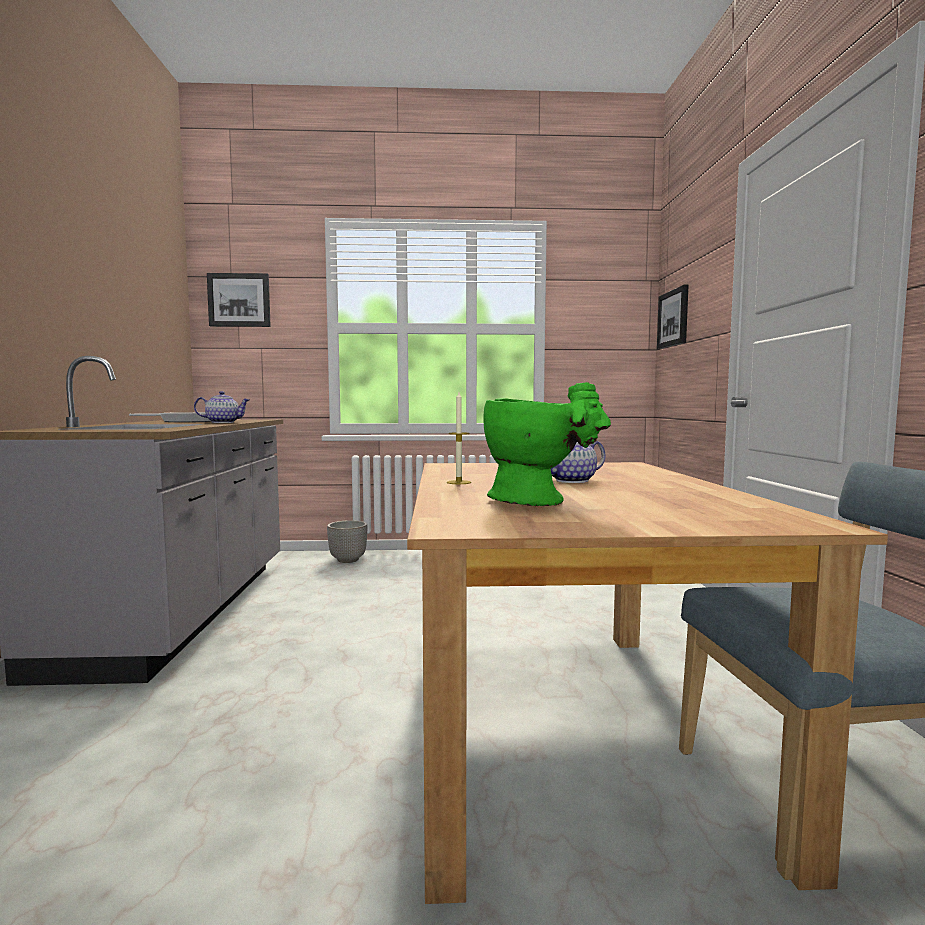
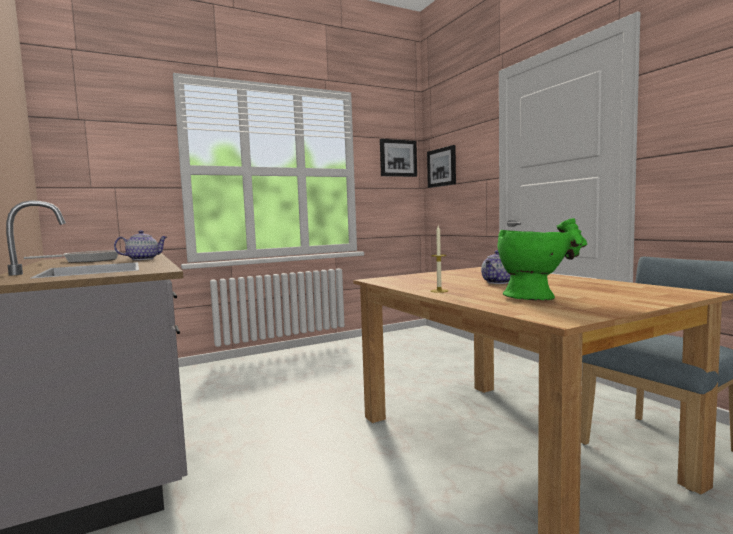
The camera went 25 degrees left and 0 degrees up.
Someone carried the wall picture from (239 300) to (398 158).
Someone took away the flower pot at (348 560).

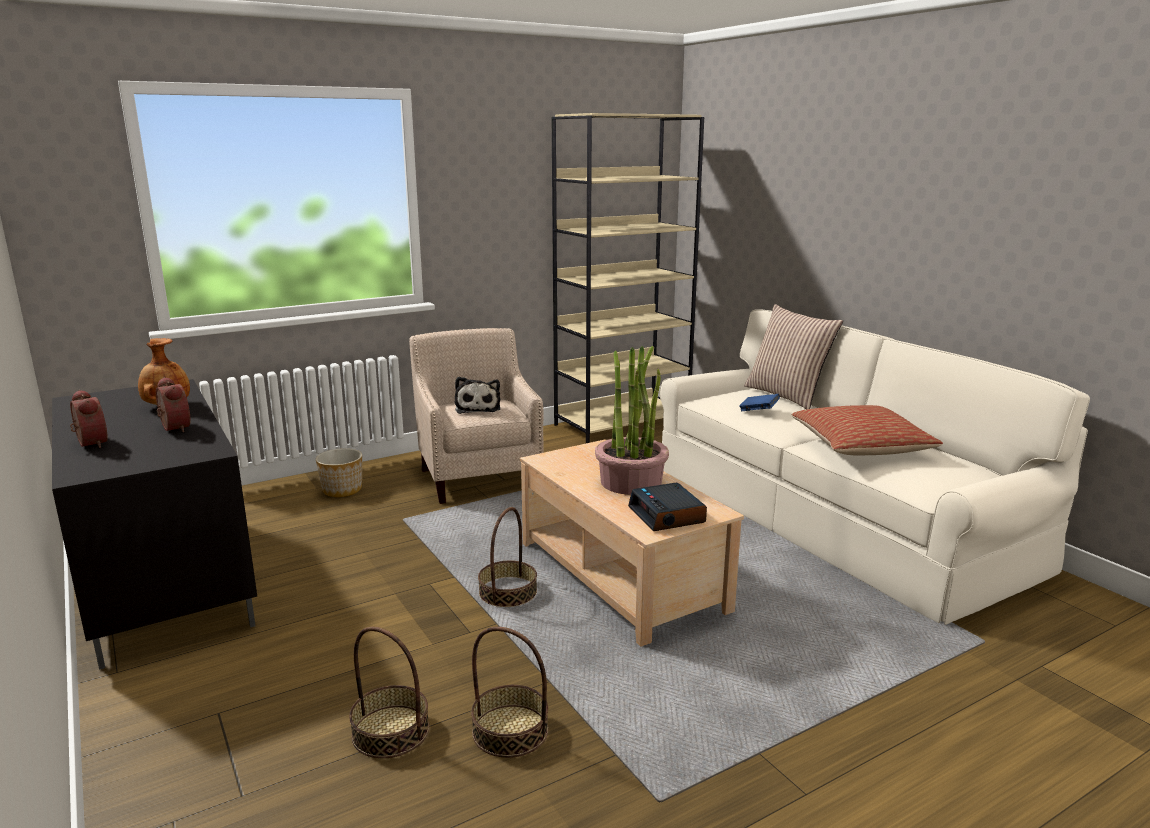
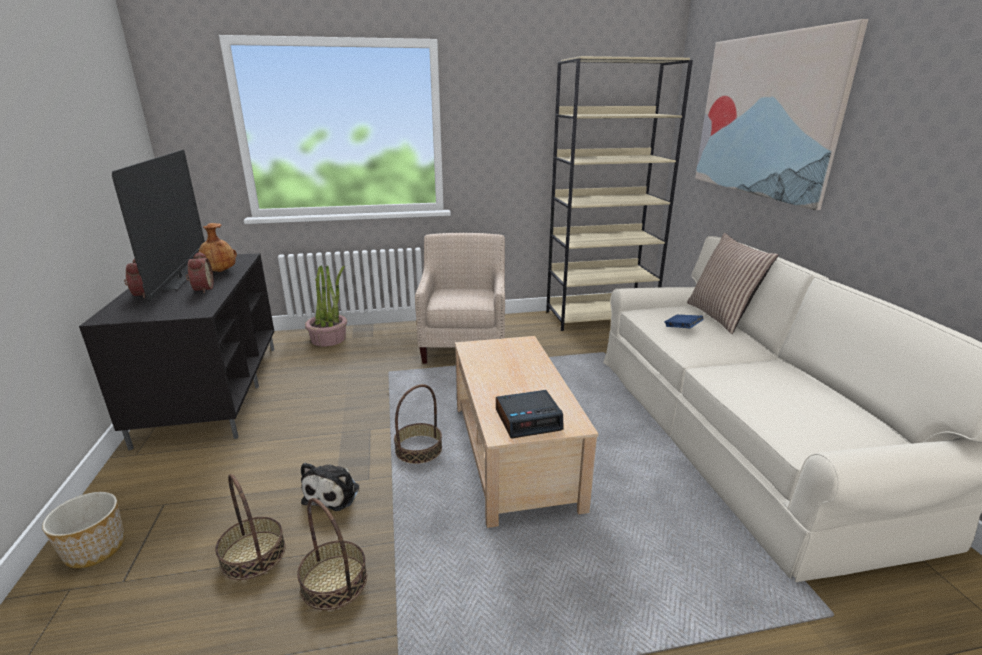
The camera went 20 degrees right and 5 degrees up.
Someone carried the potted plant from (631 481) to (329 339).
Someone carried the soft toy from (478 408) to (333 493).
Someone took away the throw pillow at (860 446).
Someone carried the flower pot from (342 490) to (96 549).
Someone rotated the table clock at (667 515) by 105 degrees counterclockwise.
Someone put up the wall picture at (765 116).
Someone put down the TV set at (181 278).

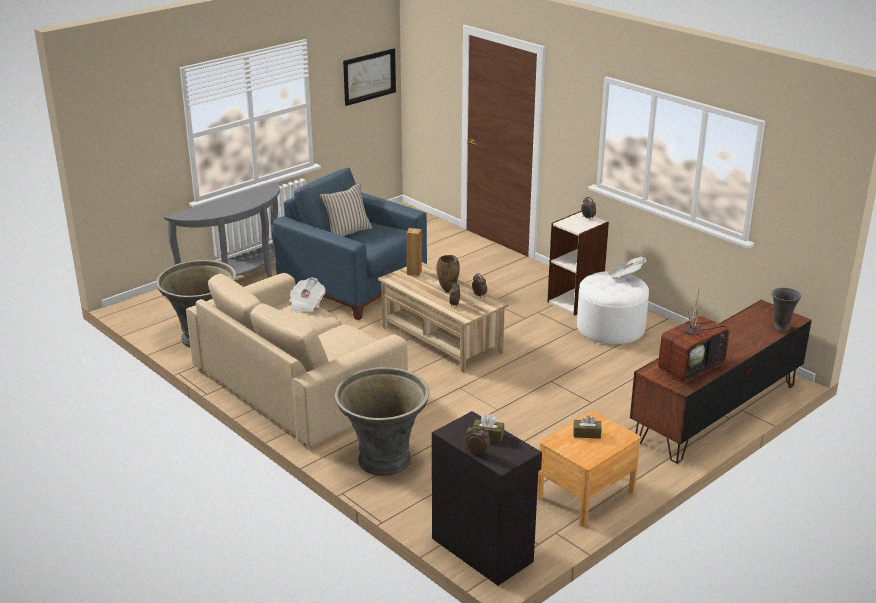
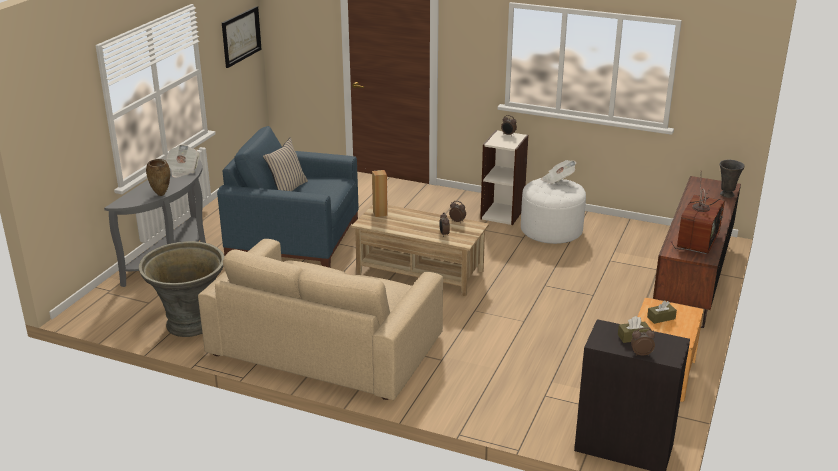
The camera went 25 degrees left and 0 degrees up.
Someone carried the brownish flower vase from (448 291) to (161 194).
Someone carried the printed paper from (306 305) to (182 170).
Someone took away the greyish flower pot at (383 461).

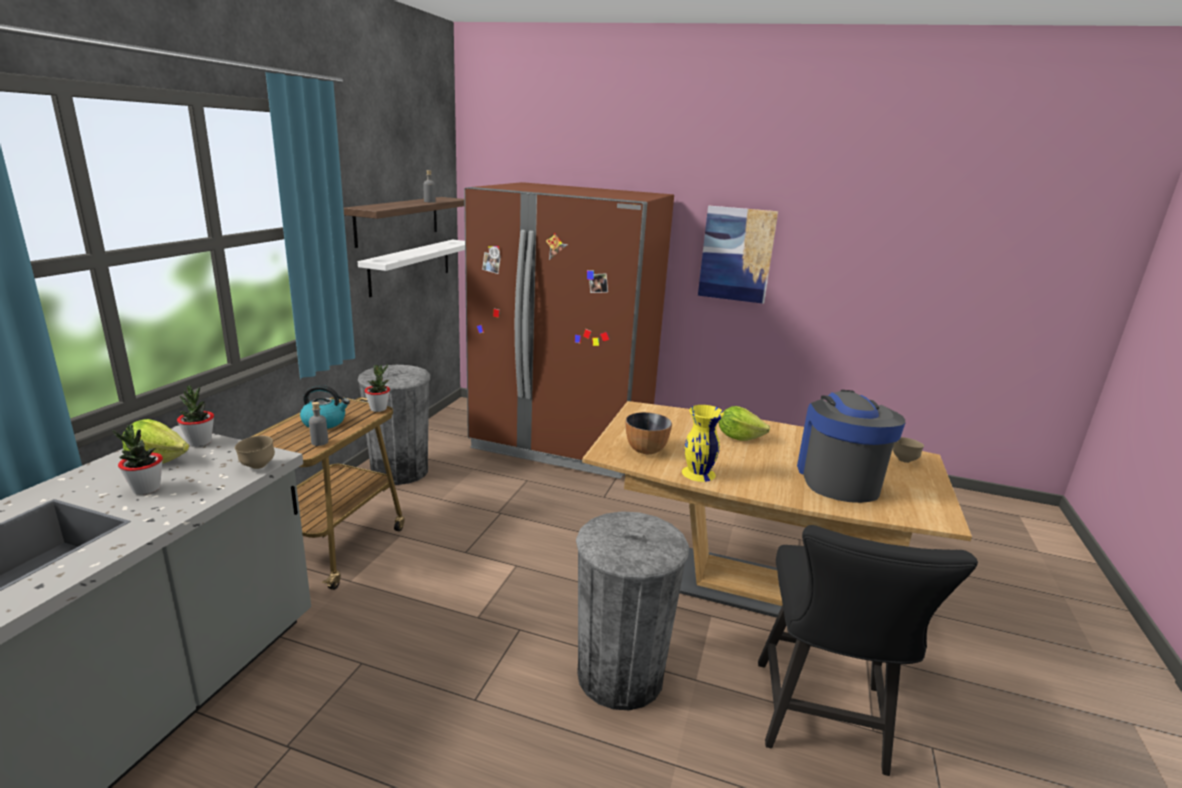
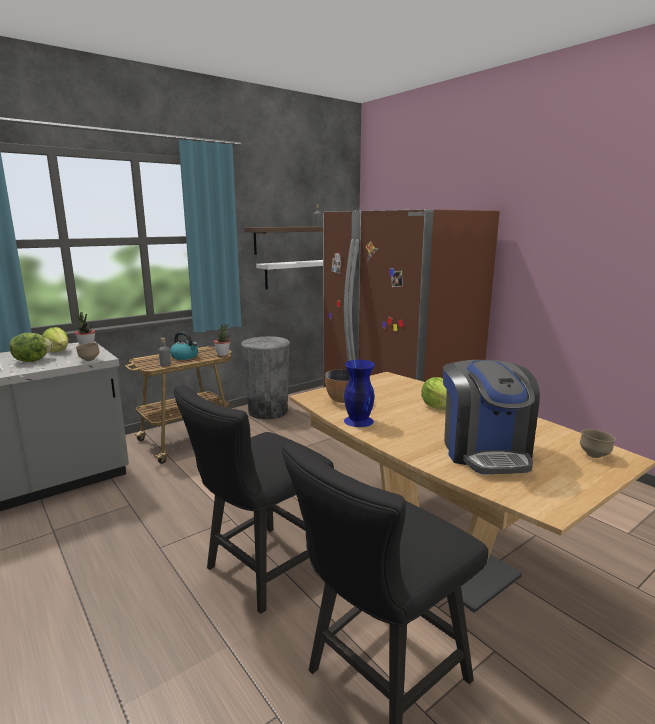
The camera went 35 degrees right and 5 degrees down.
Someone took away the wall picture at (736 254).
Someone rotated the coffee machine at (838 479) by 135 degrees clockwise.
Someone repainted the yellow-coloured flower vase at (698 473), which became the blue flower vase at (358 421).
Someone swapped the potted plant at (146 489) for the lettuce at (32 360).
Someone swapped the greyish waste bin at (620 675) for the blackish chair at (260 572).

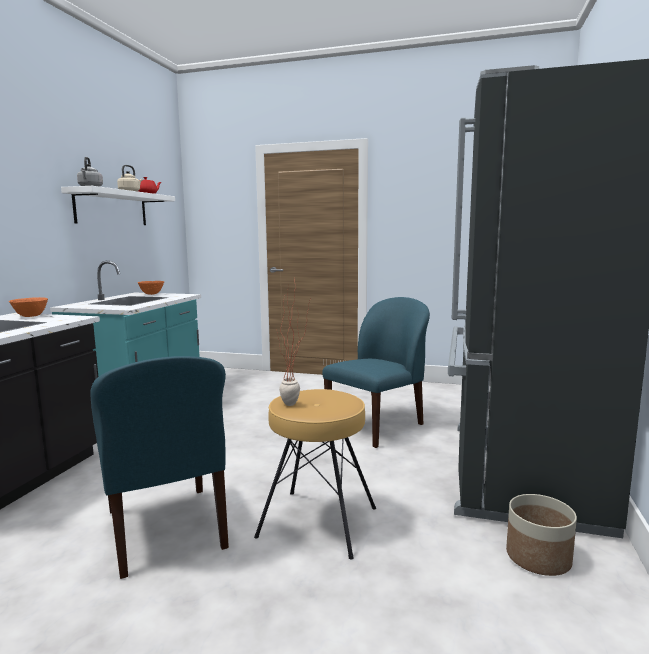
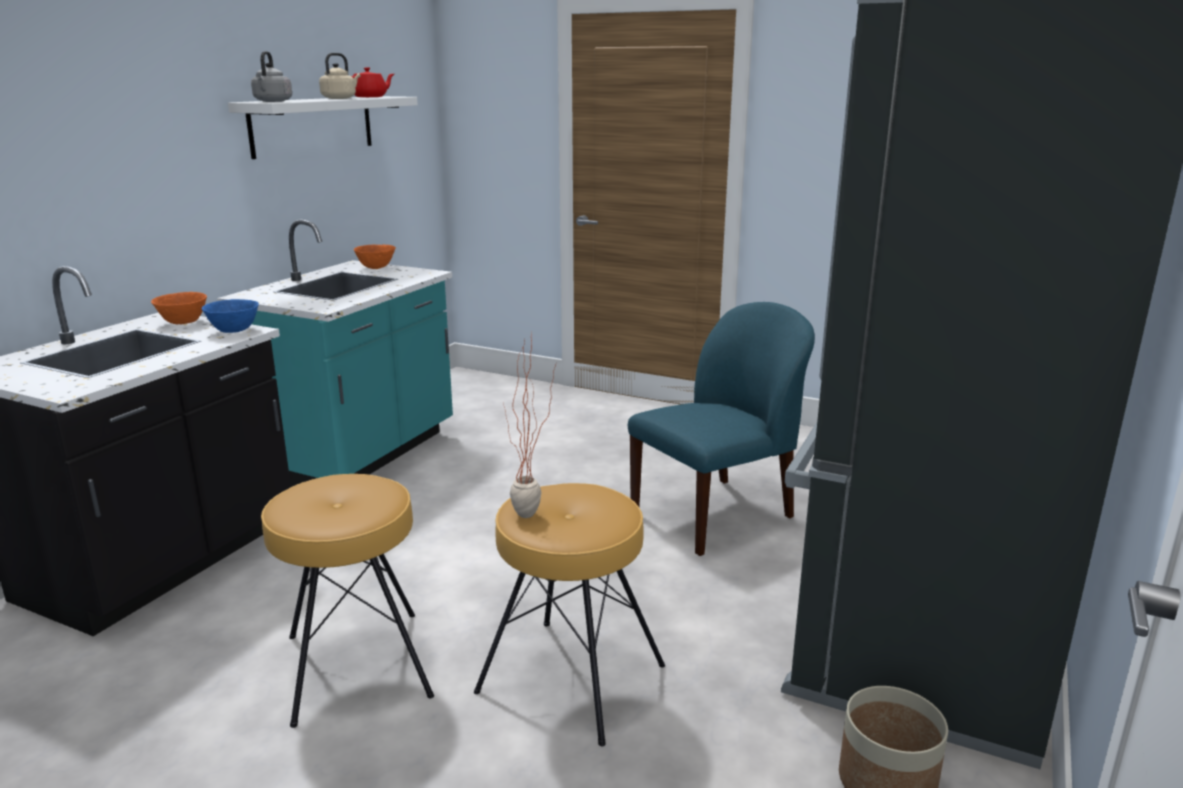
The camera went 10 degrees right and 10 degrees up.
Someone swapped the blue chair at (166 531) for the brownish stool at (356 666).
Someone put down the blue deep dish at (234 331).

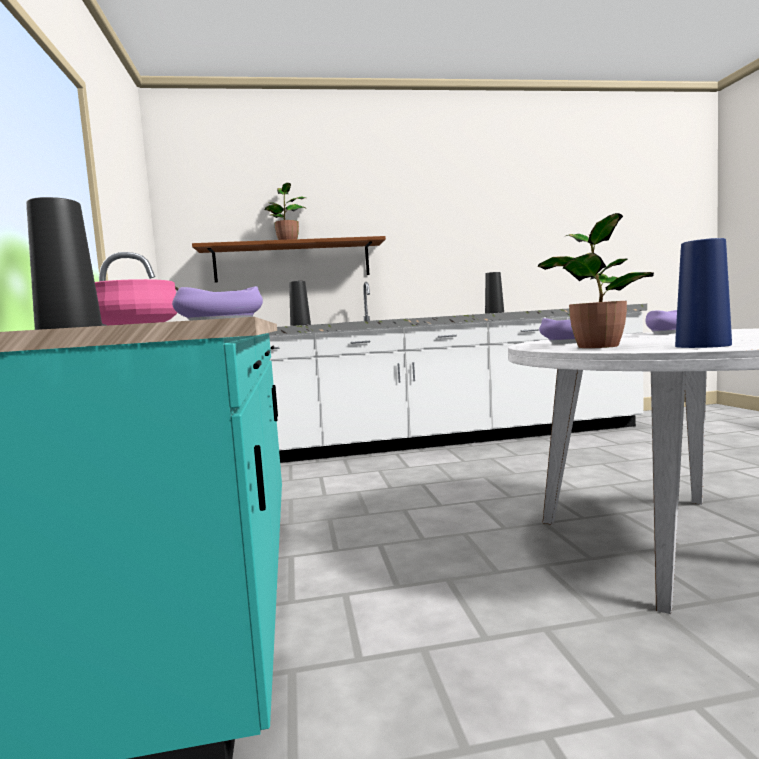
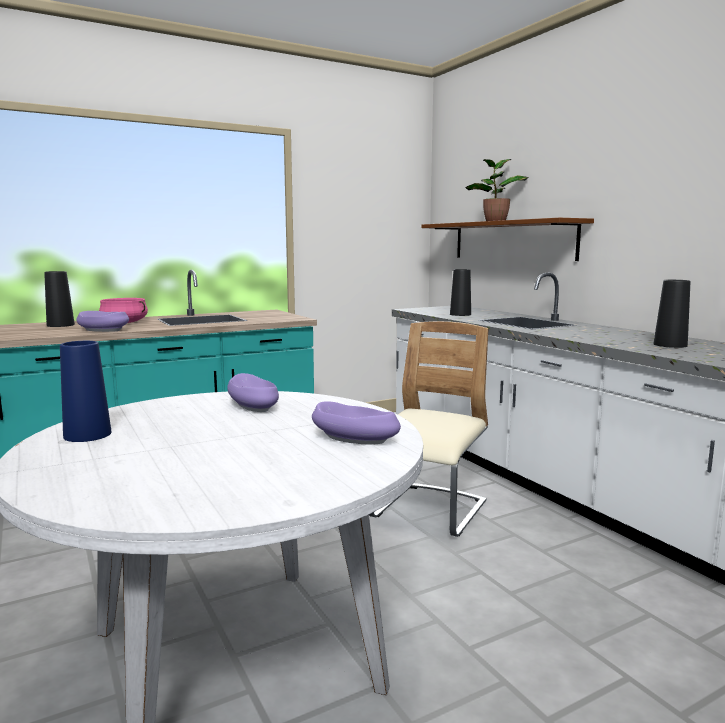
The camera went 70 degrees right and 5 degrees up.
Someone took away the potted plant at (595 346).
Someone put down the beige chair at (429 511).

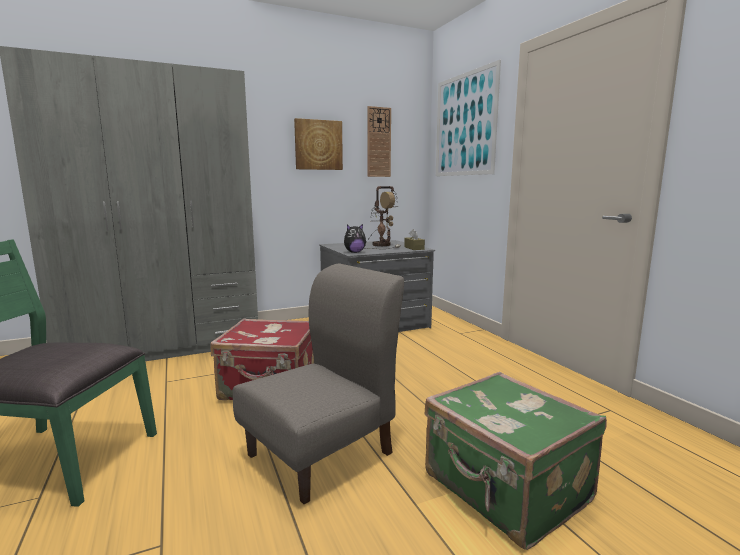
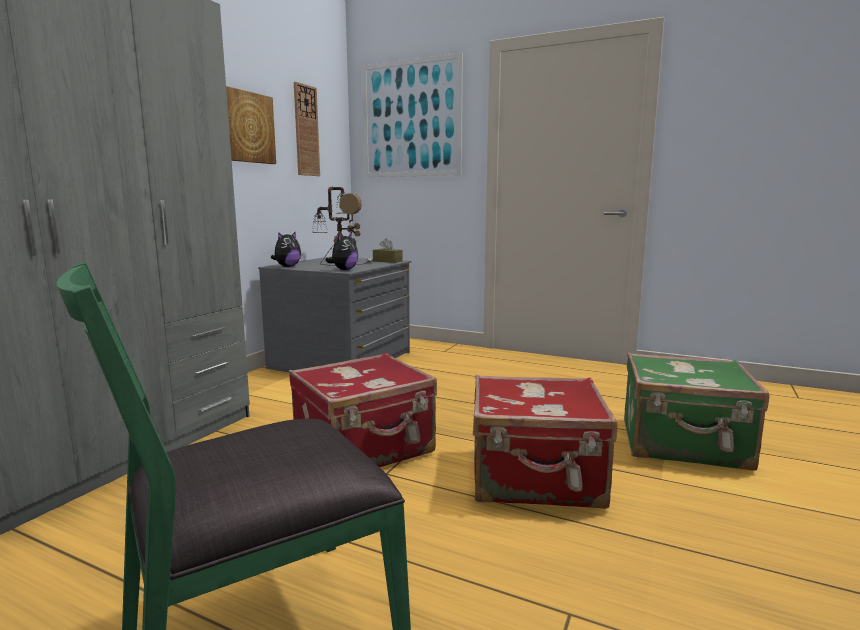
The camera went 40 degrees left and 0 degrees up.
Someone swapped the greyish chair at (322 454) for the reddish piece of luggage at (536 480).
Someone put down the soft toy at (287 266).

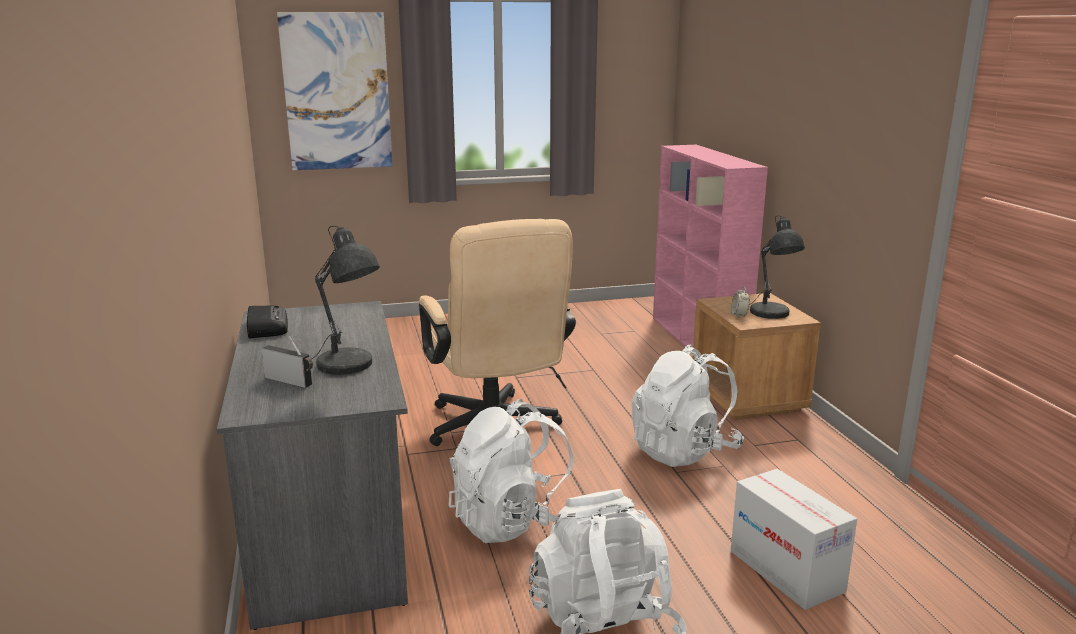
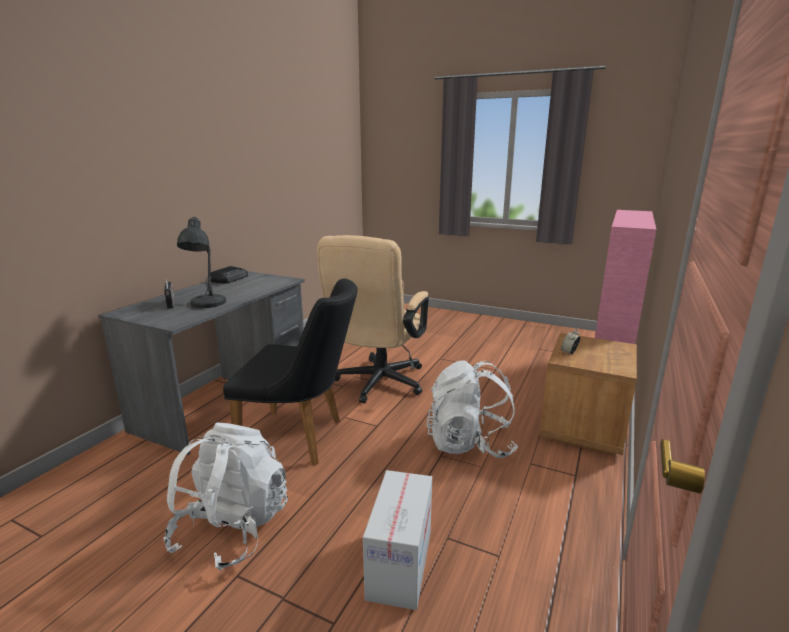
The camera went 40 degrees right and 0 degrees up.
Someone took away the wall picture at (337 92).
Someone took away the greyish lamp for a table at (771 314).
Someone swapped the white-coloured knapsack at (513 521) for the blackish chair at (301 438).

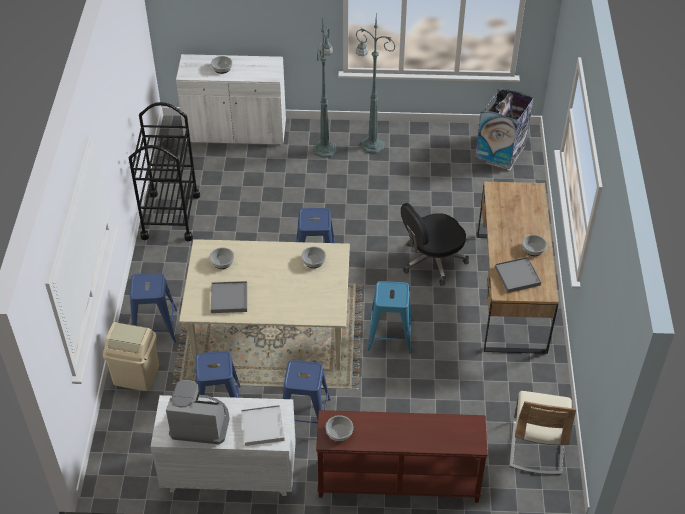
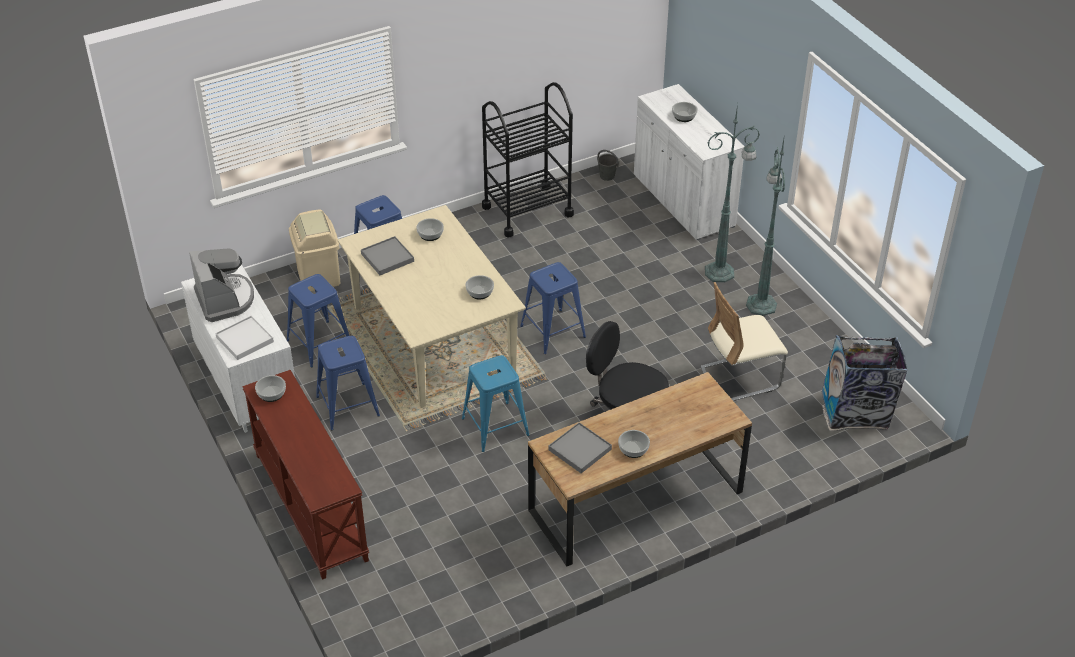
The camera went 60 degrees right and 5 degrees down.
Someone carried the beige chair from (537 446) to (740 378).

